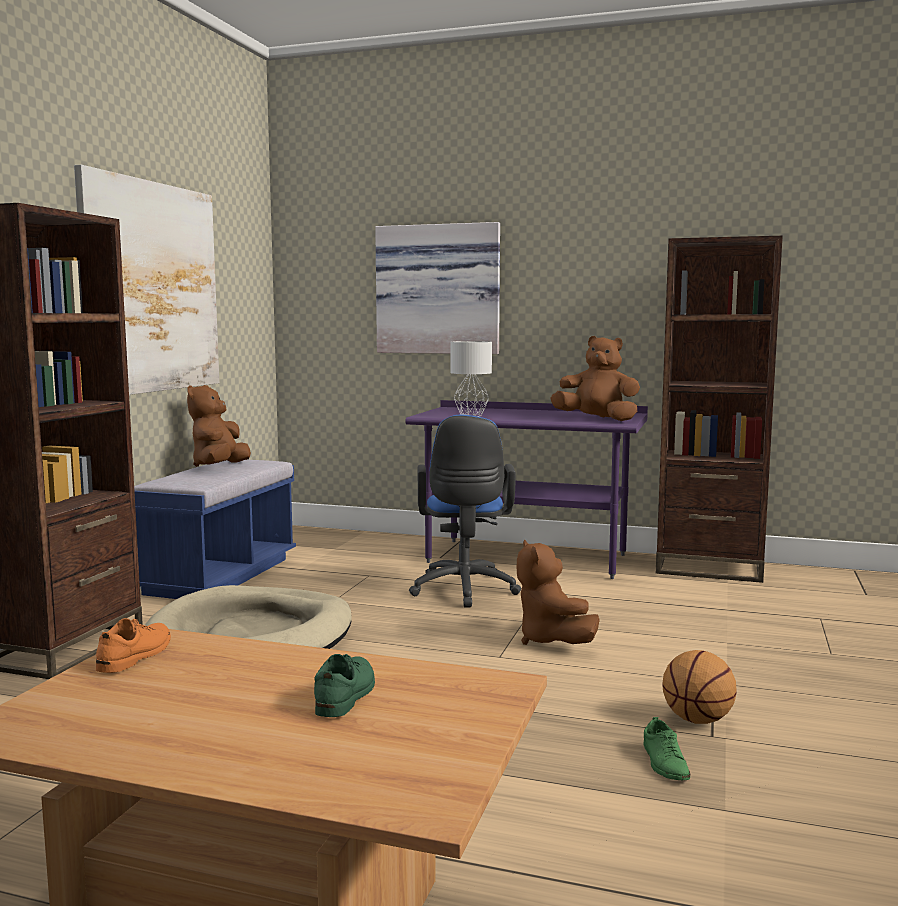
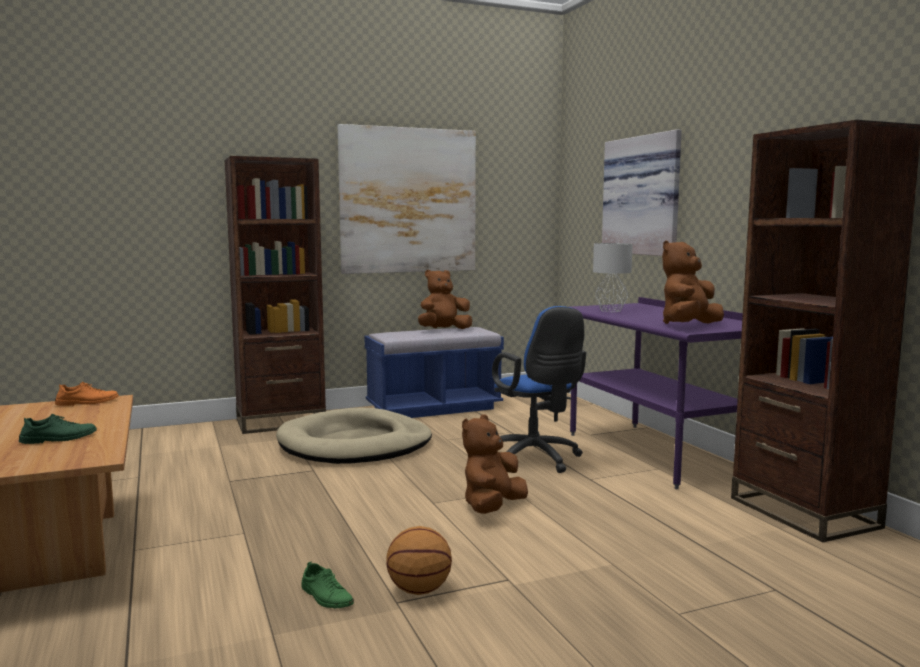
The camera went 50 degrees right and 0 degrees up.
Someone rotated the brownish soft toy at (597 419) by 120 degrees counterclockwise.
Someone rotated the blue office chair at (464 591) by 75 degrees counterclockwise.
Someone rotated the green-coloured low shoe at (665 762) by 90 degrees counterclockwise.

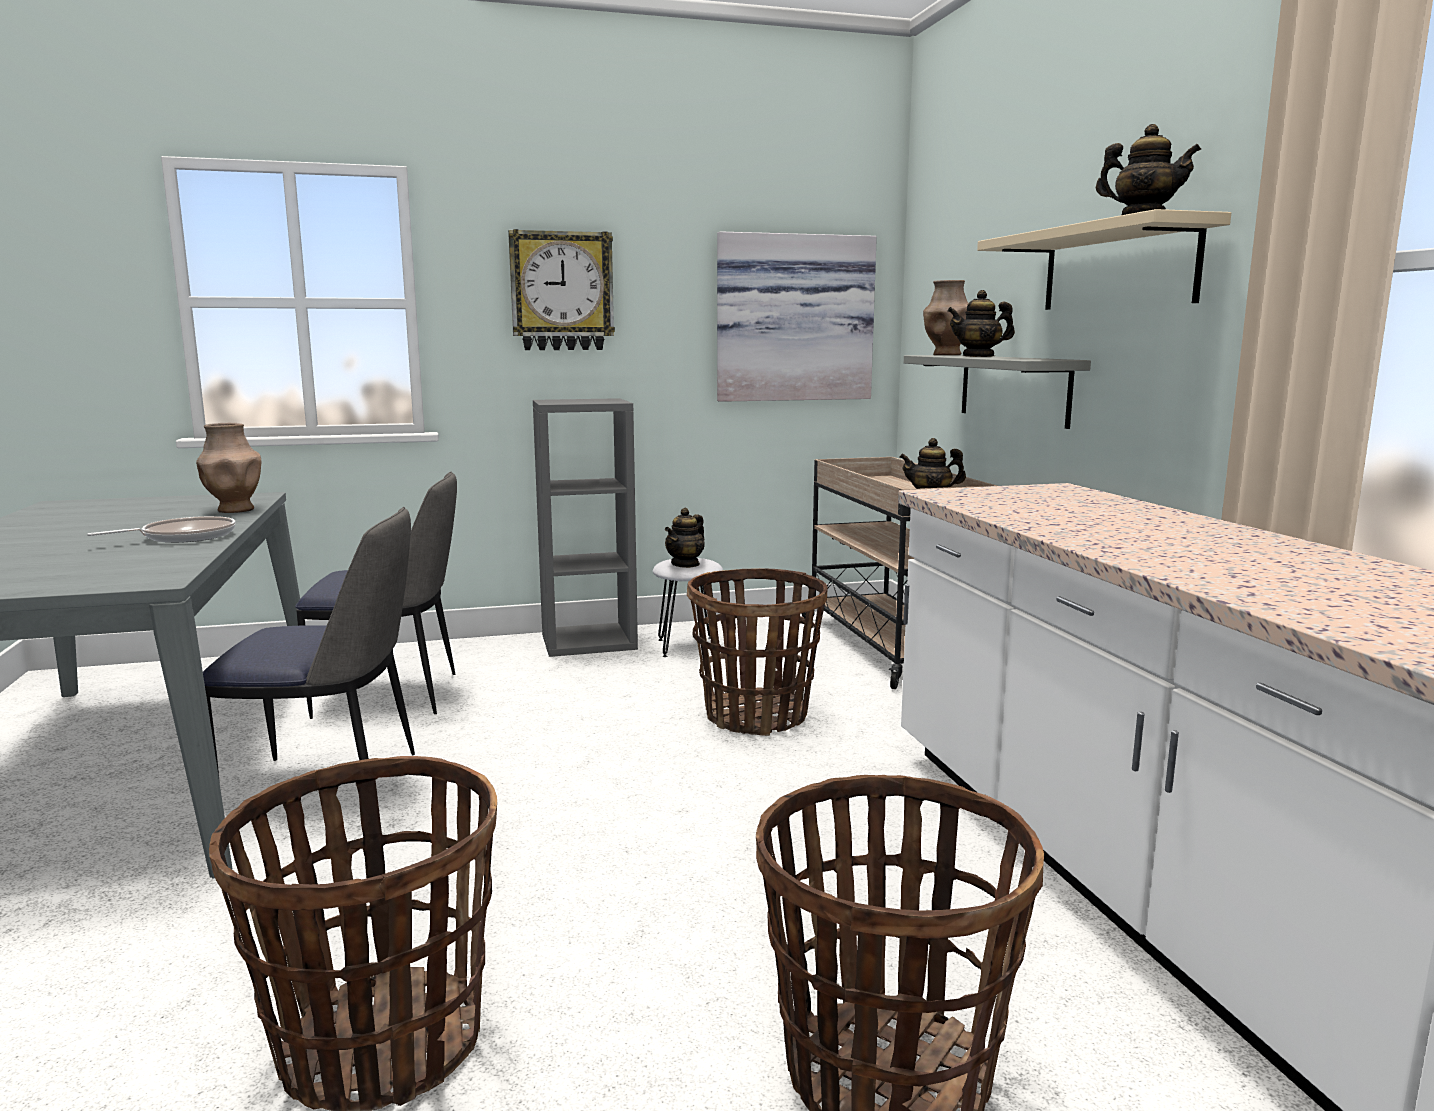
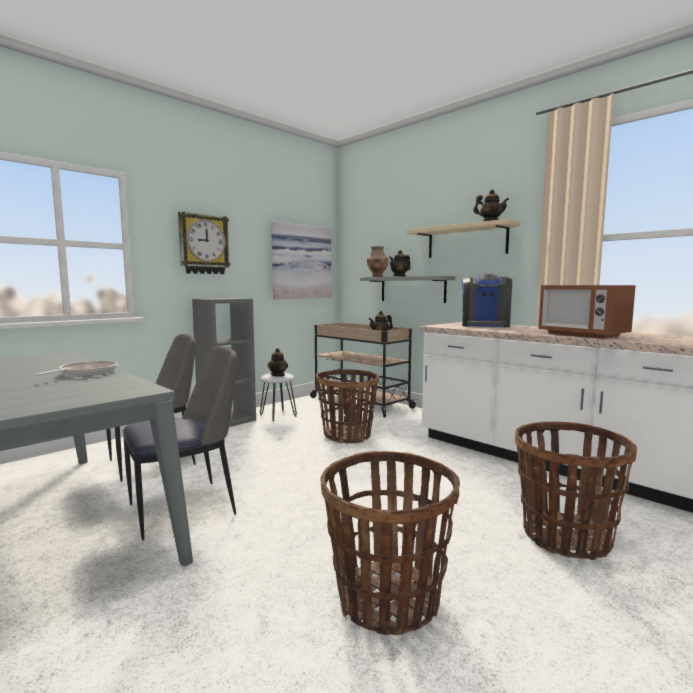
The camera went 30 degrees left and 5 degrees down.
Someone took away the brownish flower vase at (234 510).
Someone put down the coffee machine at (485 325).
Someone put down the kitchen microwave at (582 335).

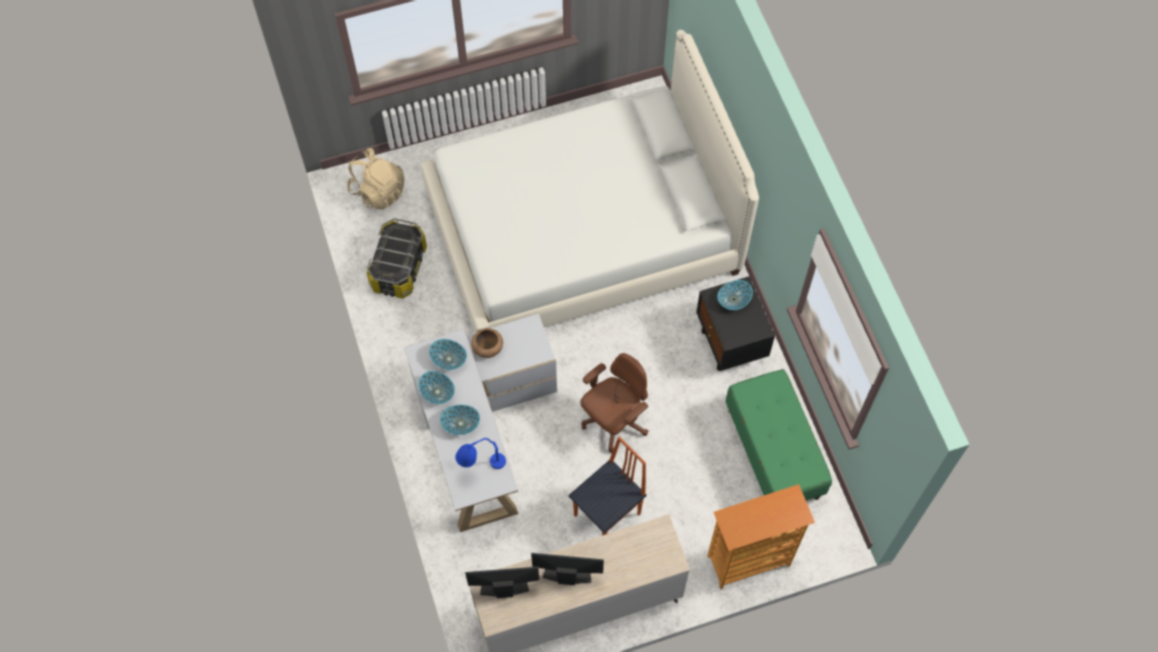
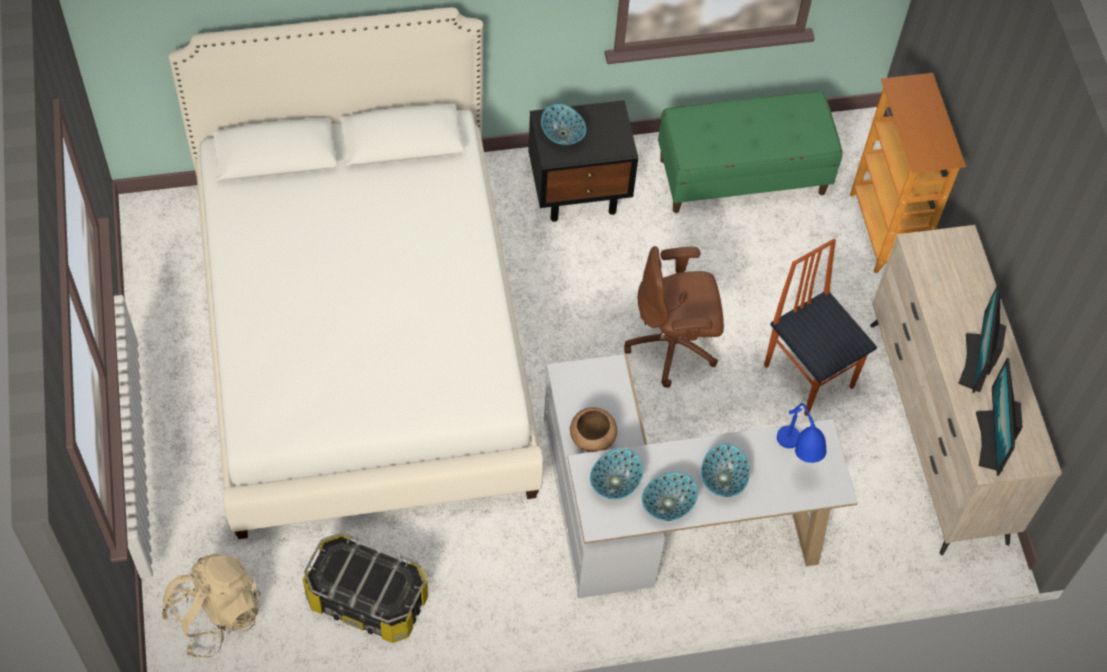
The camera went 85 degrees left and 5 degrees down.
Someone rotated the brownish office chair at (614 421) by 60 degrees counterclockwise.

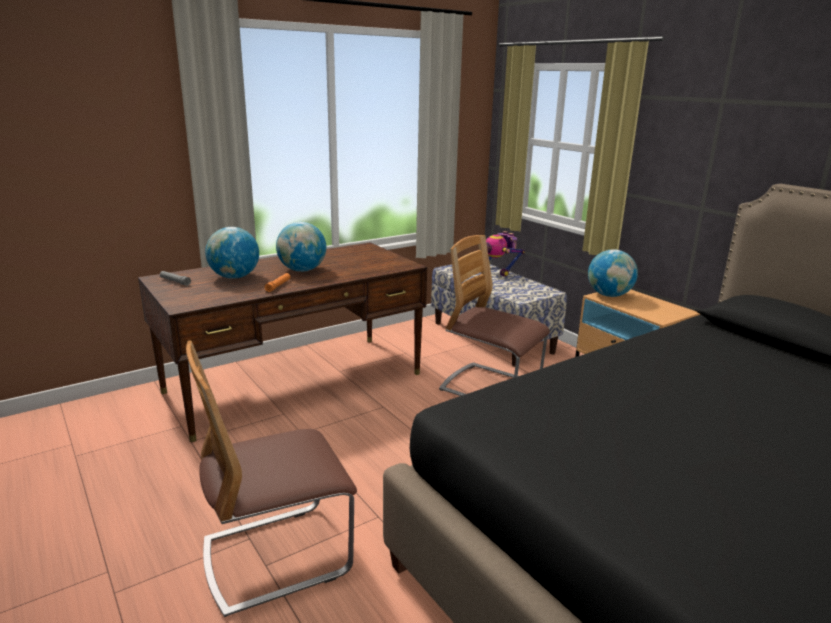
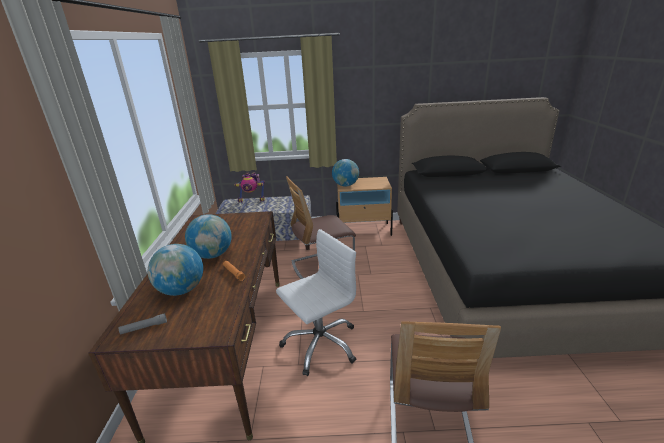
The camera went 55 degrees left and 5 degrees up.
Someone put down the white-coloured office chair at (320 344).

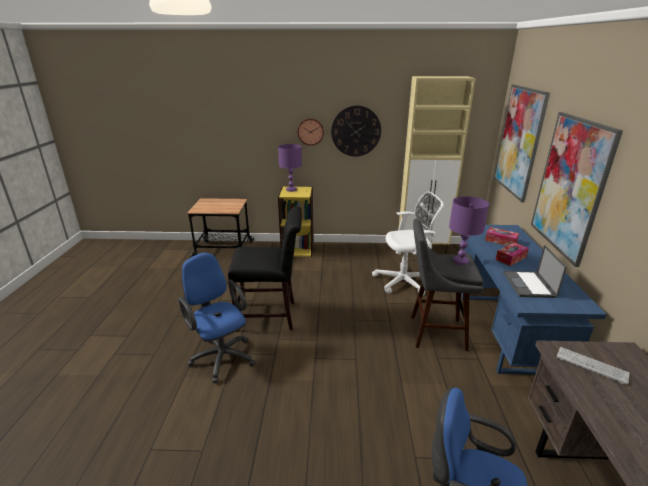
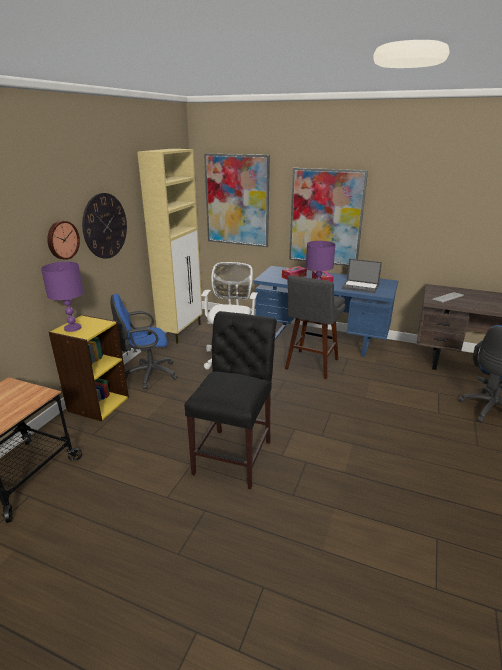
The camera went 70 degrees left and 0 degrees up.
Someone carried the blue office chair from (221 356) to (148 375).

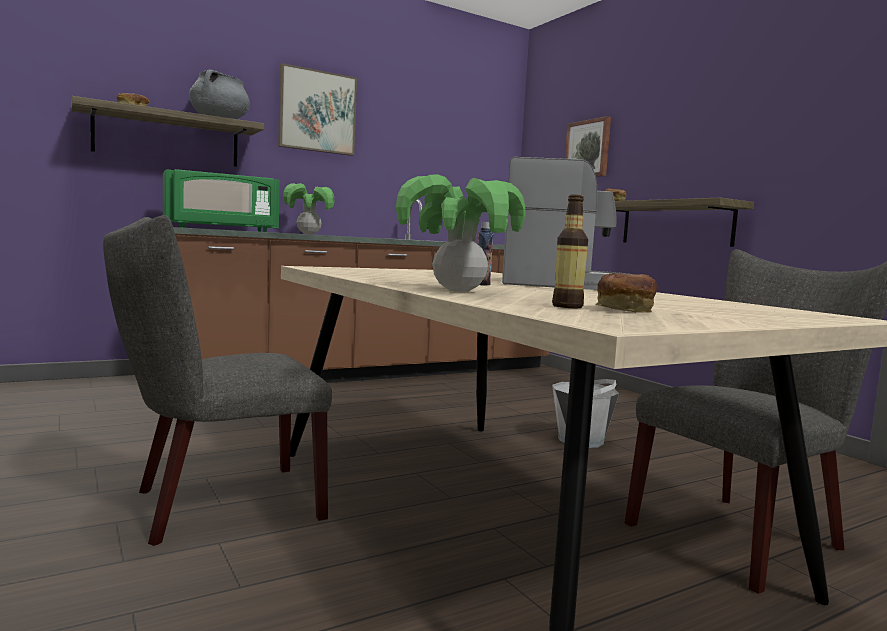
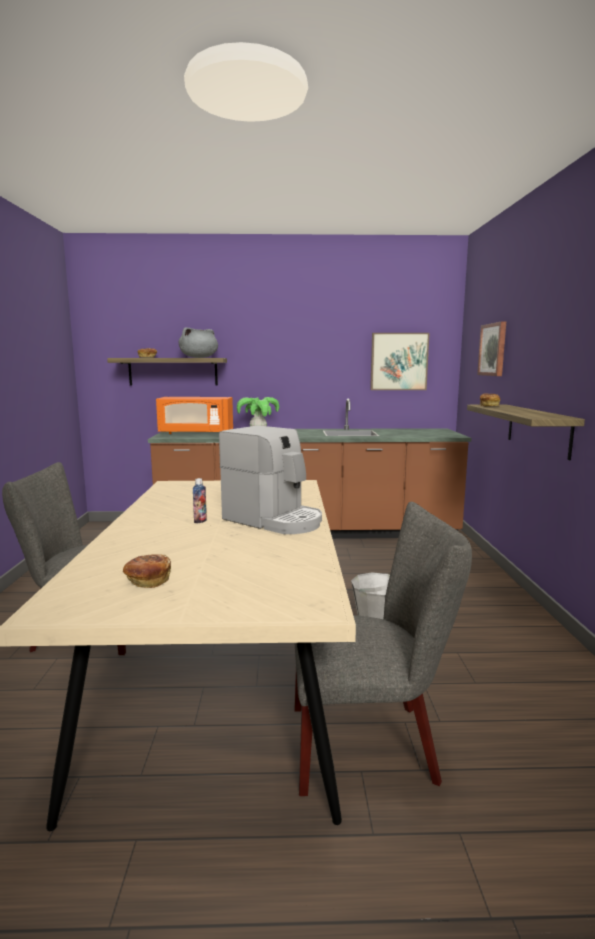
The camera went 30 degrees right and 5 degrees up.
Someone carried the wall picture from (317 111) to (399 361).
Someone repainted the green-coloured kitchen microwave at (221 229), which became the orangey kitchen microwave at (195 433).
Someone took away the potted plant at (458 290).
Someone took away the drink bottle at (567 306).

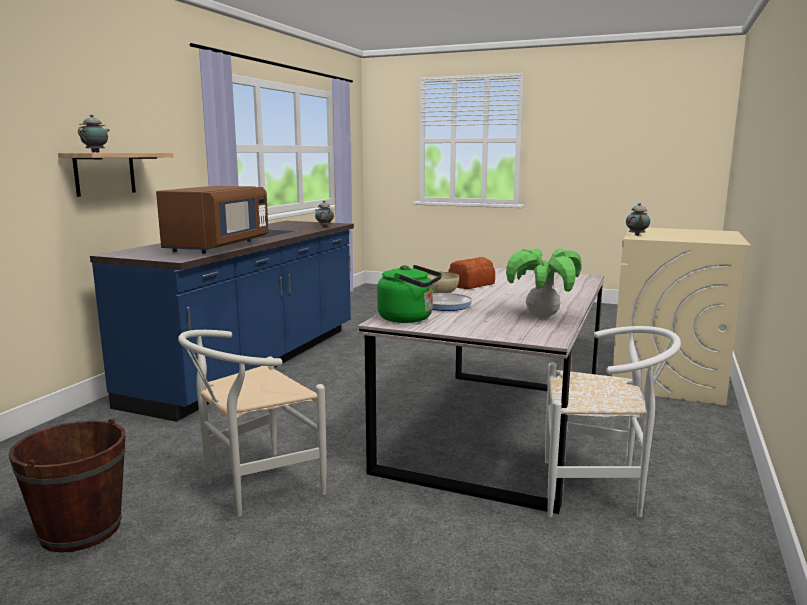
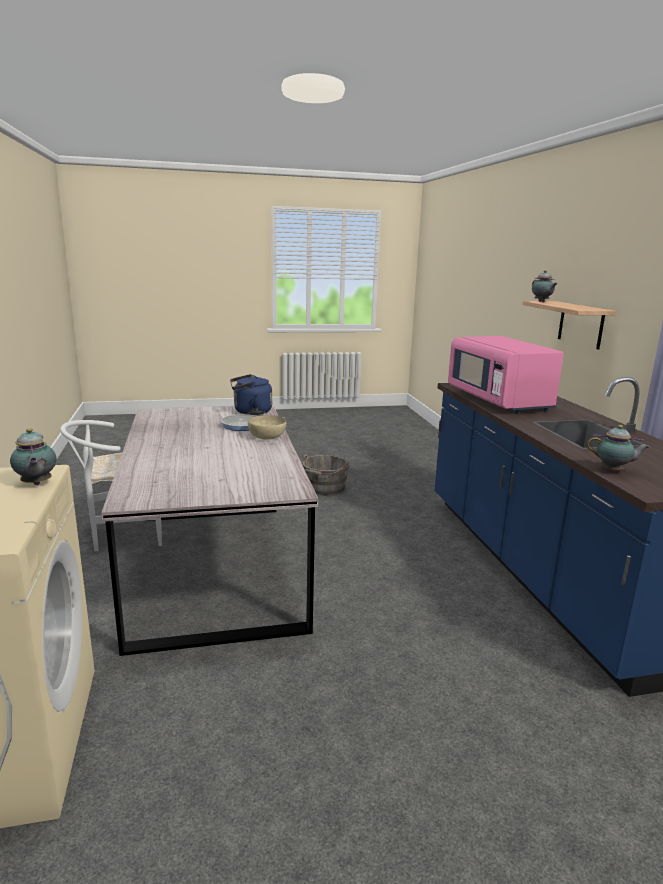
The camera went 145 degrees right and 5 degrees up.
Someone repainted the brownish kitchen microwave at (217 247), which became the pink kitchen microwave at (499 401).
Someone took away the potted plant at (542 316).
Someone took away the baked bread at (470 284).
Someone repainted the green-coloured tea kettle at (409 318), which became the blue tea kettle at (250 412).
Someone swapped the white-coloured chair at (254 487) for the greyish bucket at (323 488).
Someone took away the brownish bucket at (80 530).

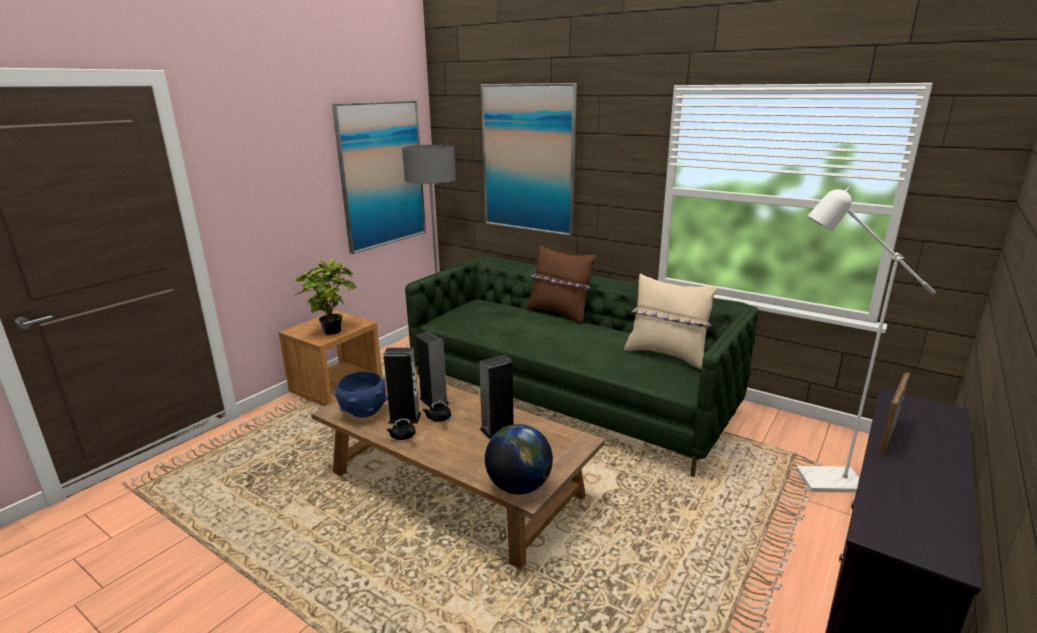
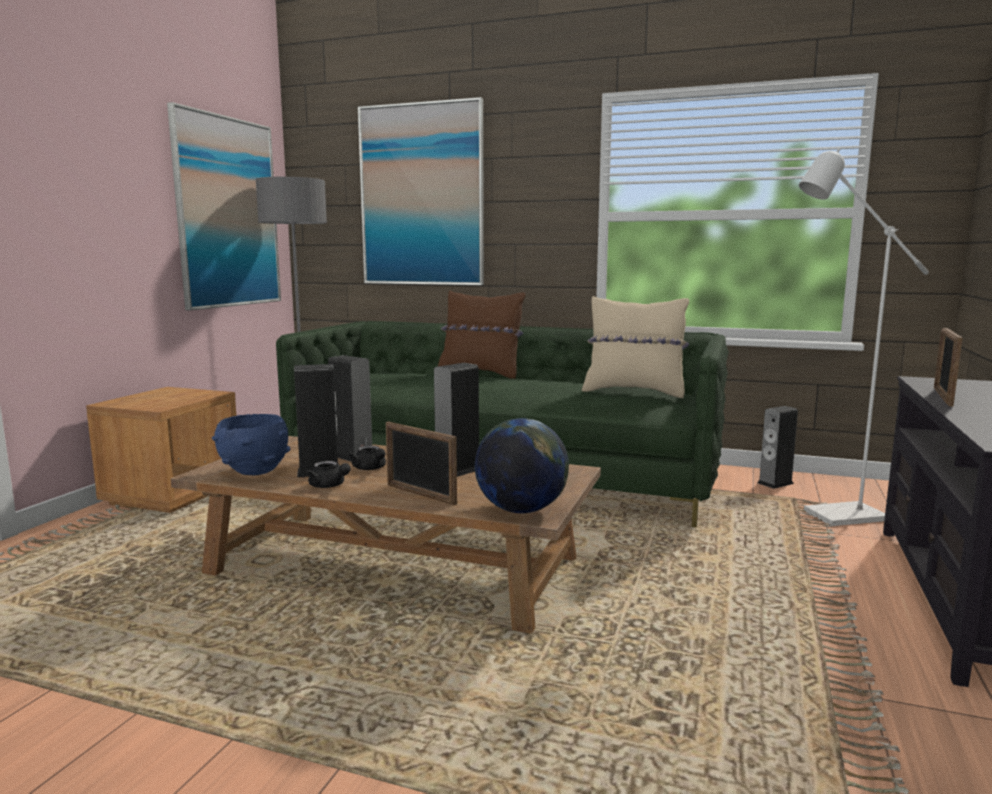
The camera went 15 degrees left and 10 degrees down.
Someone took away the potted plant at (331 330).
Someone put down the loudspeaker at (775 483).
Someone put down the photo frame at (420 494).

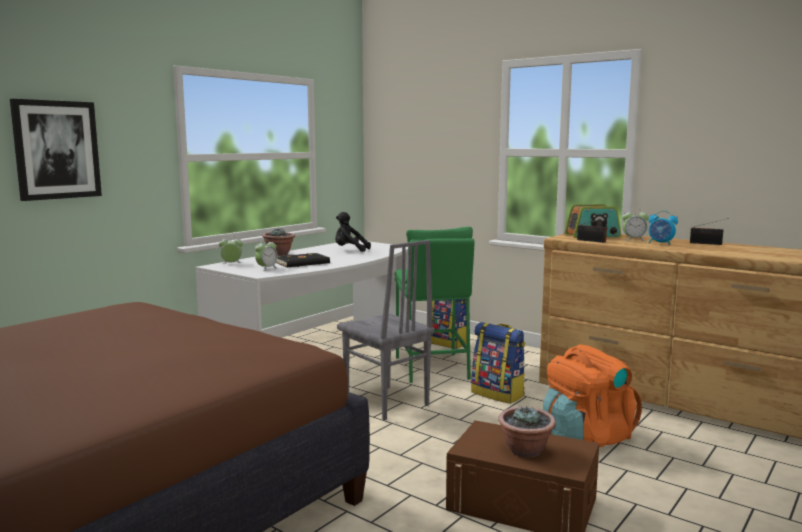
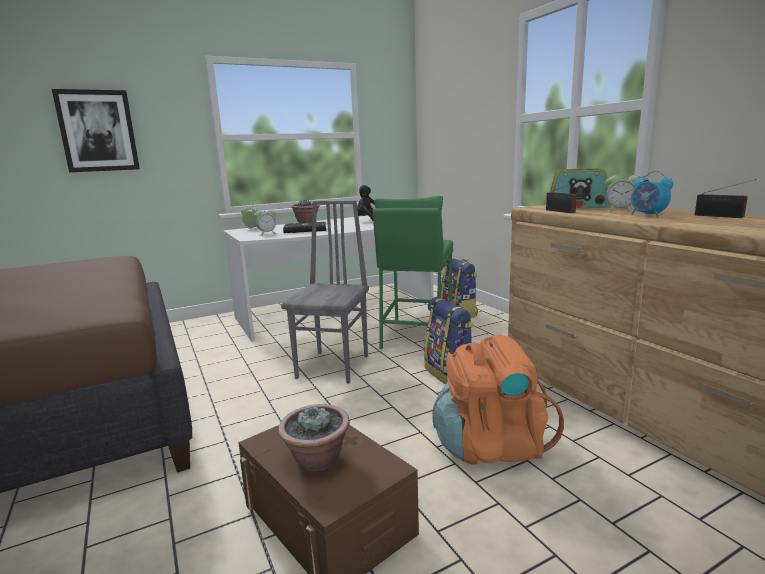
The camera went 25 degrees right and 5 degrees up.
Someone rotated the greyish chair at (385 403) by 150 degrees counterclockwise.

